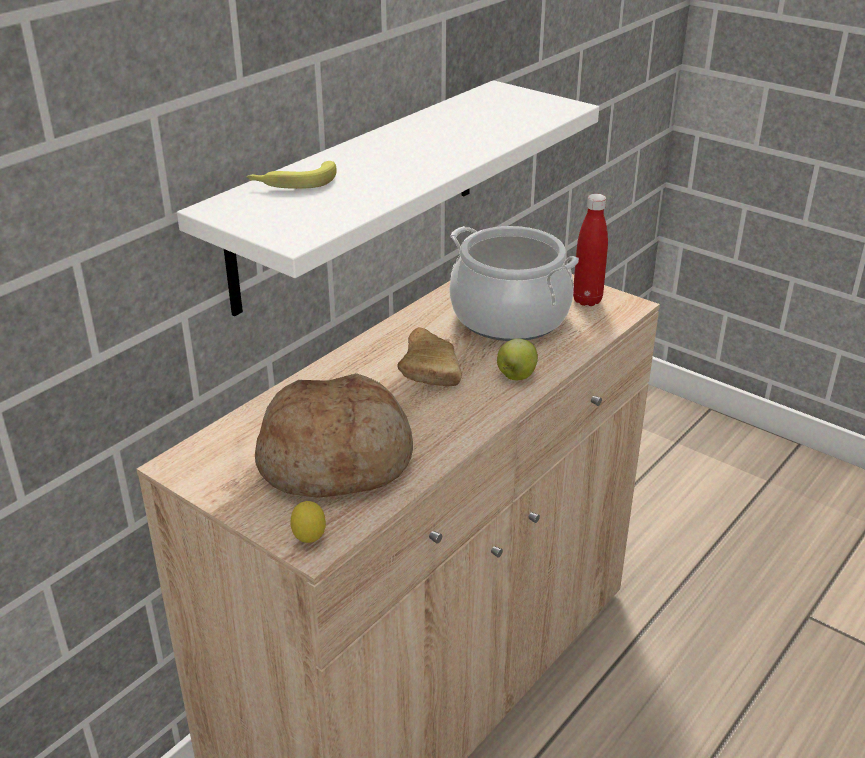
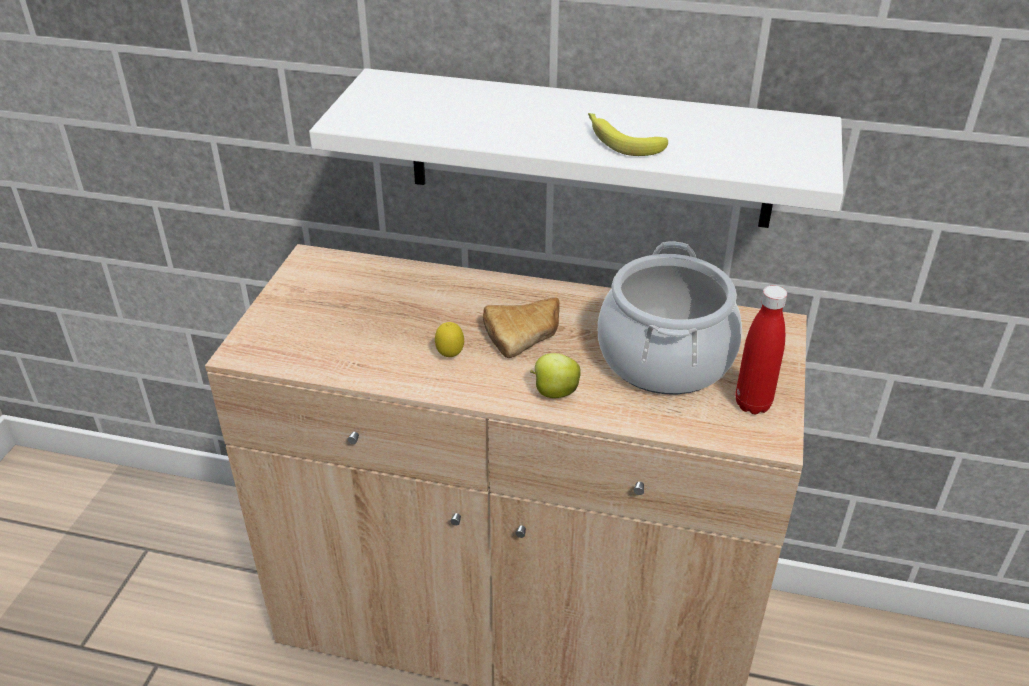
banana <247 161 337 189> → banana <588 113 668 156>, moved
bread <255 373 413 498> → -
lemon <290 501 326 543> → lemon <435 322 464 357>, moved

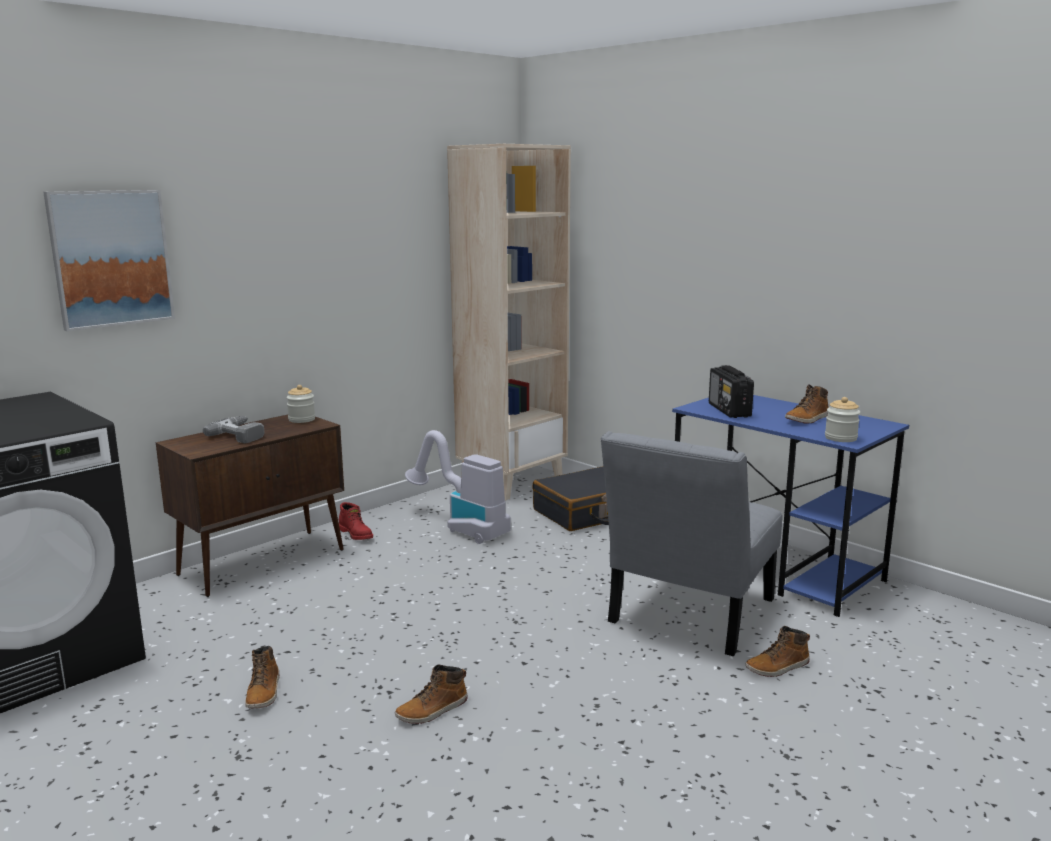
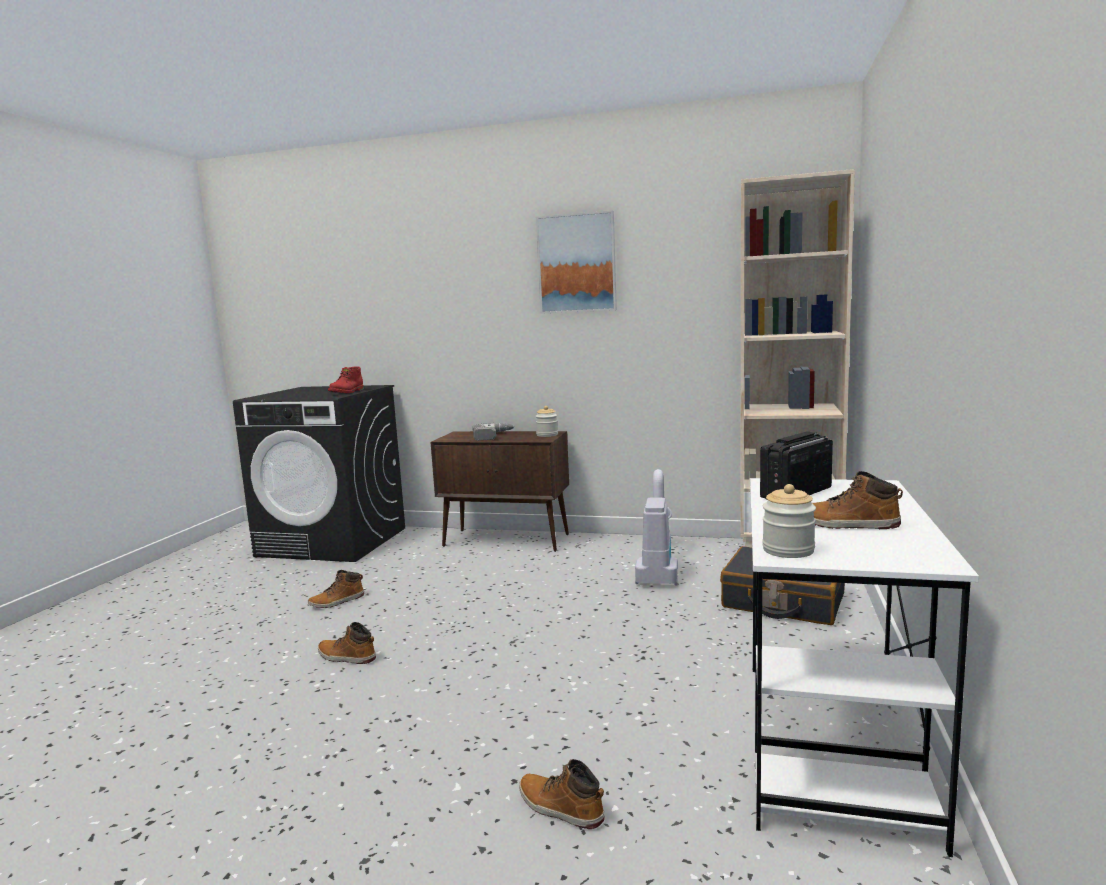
picture <43 190 175 331> → picture <536 211 617 314>, moved
blue desk <672 395 909 617> → white desk <750 478 979 857>
grey chair <601 431 783 656> → -
red boot <339 502 373 540> → red boot <328 366 364 393>, moved

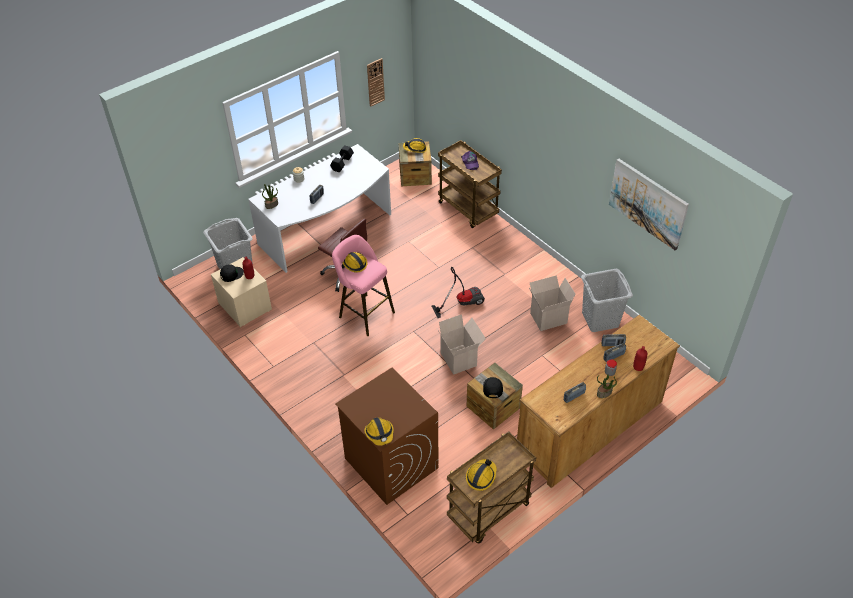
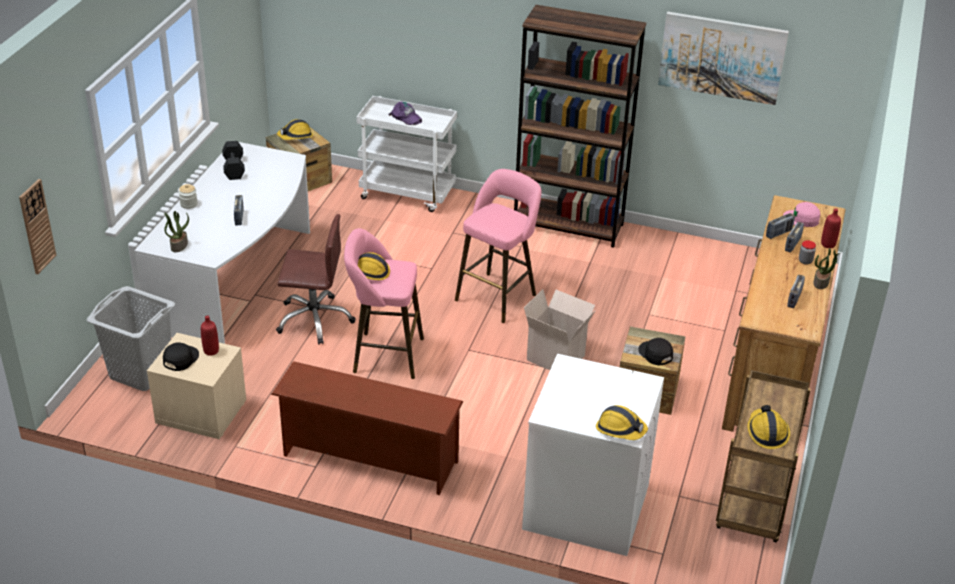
wall clock <367 58 385 107> → wall clock <19 179 57 274>, moved
brown cart <438 140 502 228> → white cart <356 96 457 212>
vacuum cleaner <432 267 485 318> → pink stool <455 169 541 323>
grey laundry basket <581 269 633 332> → -
cardboard box <529 275 575 331> → -
brown washing machine <335 368 439 505> → white washing machine <522 354 664 556>
- → brown bookcase <514 5 646 248>
- → pink cap <783 202 821 227>
- → brown shoe rack <271 361 463 495>

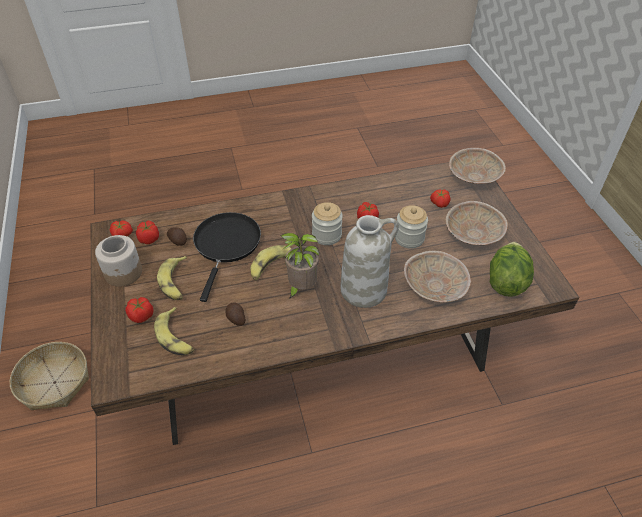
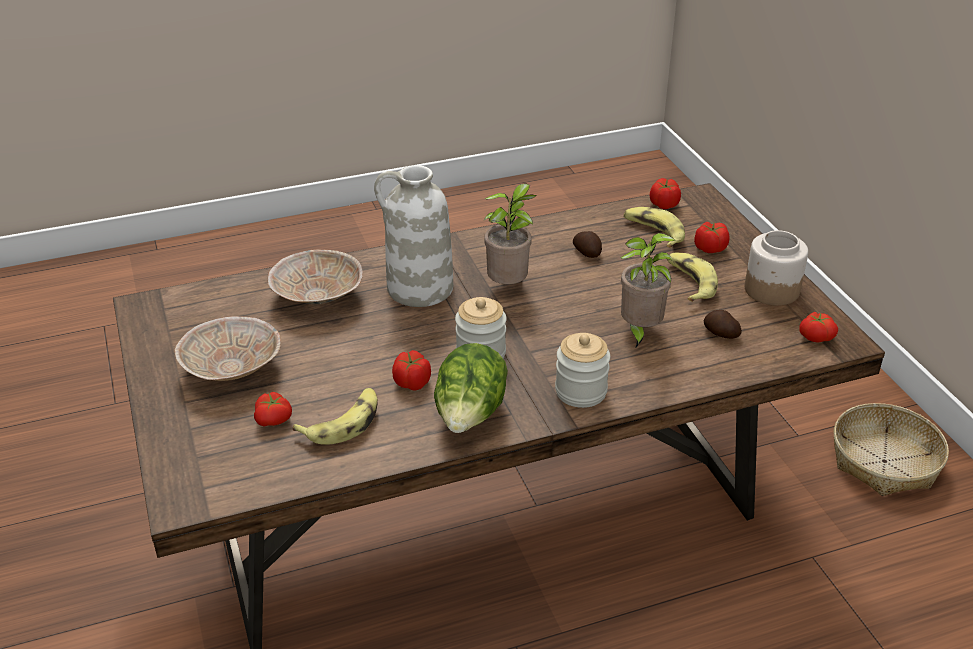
beige bowl <449 148 506 184> → -
jar <395 205 428 249> → jar <555 333 610 408>, moved
black frying pan <193 212 261 302> → potted plant <620 233 676 349>
tomato <136 221 159 244> → tomato <650 178 681 209>, moved
lettuce <490 242 534 297> → lettuce <434 343 508 433>, moved
banana <250 245 292 280> → banana <293 388 378 445>, moved

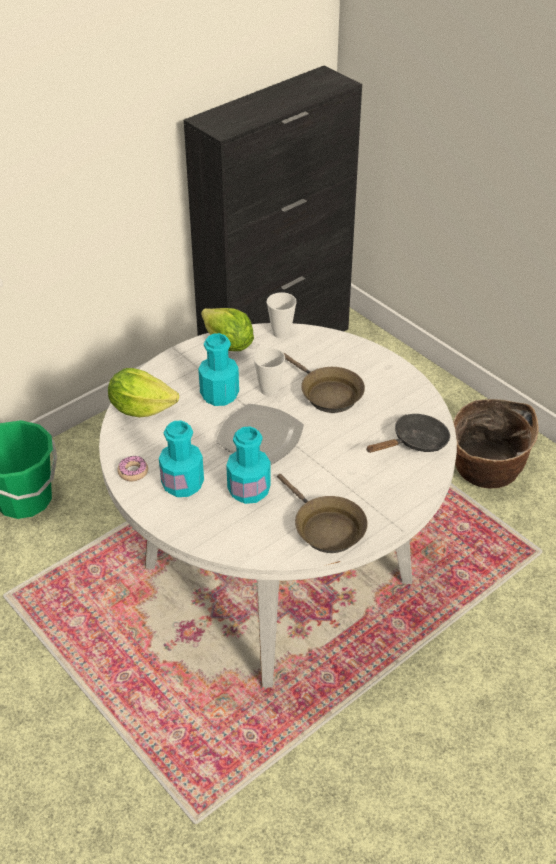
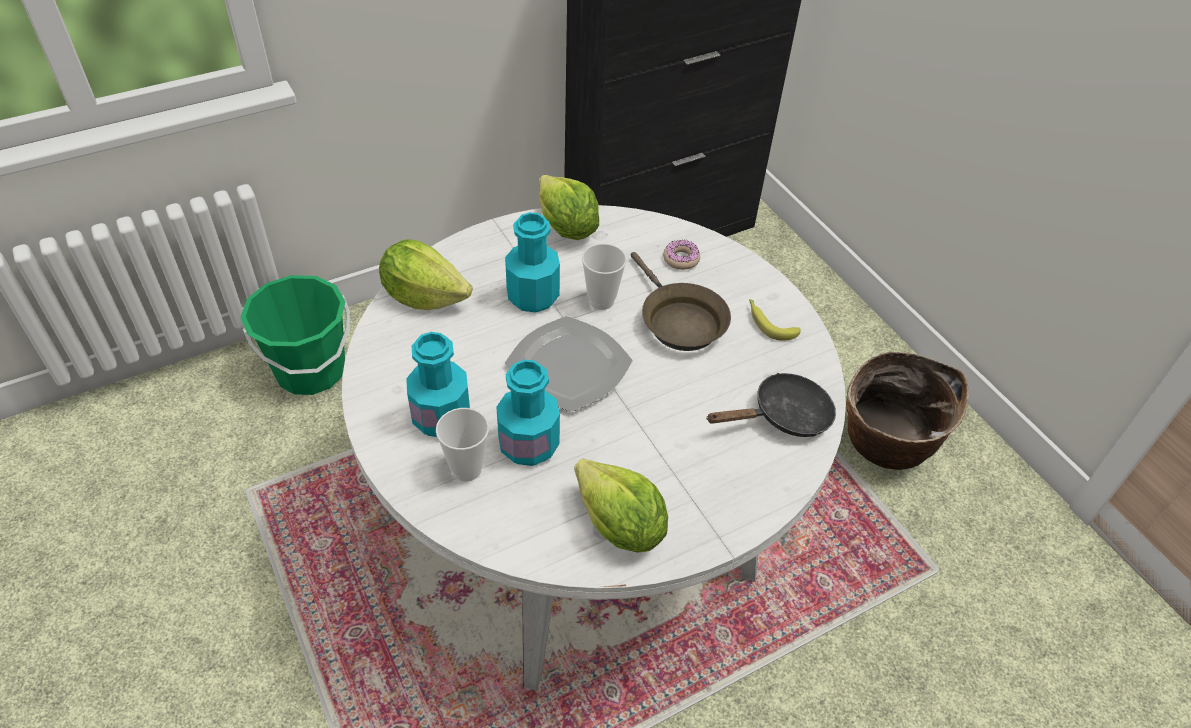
cup <267 292 297 338> → cup <436 408 489 482>, moved
donut <117 456 148 481> → donut <663 240 700 270>, moved
brown frying pan <277 474 368 553> → lettuce <574 459 668 553>
- → banana <749 299 801 341>

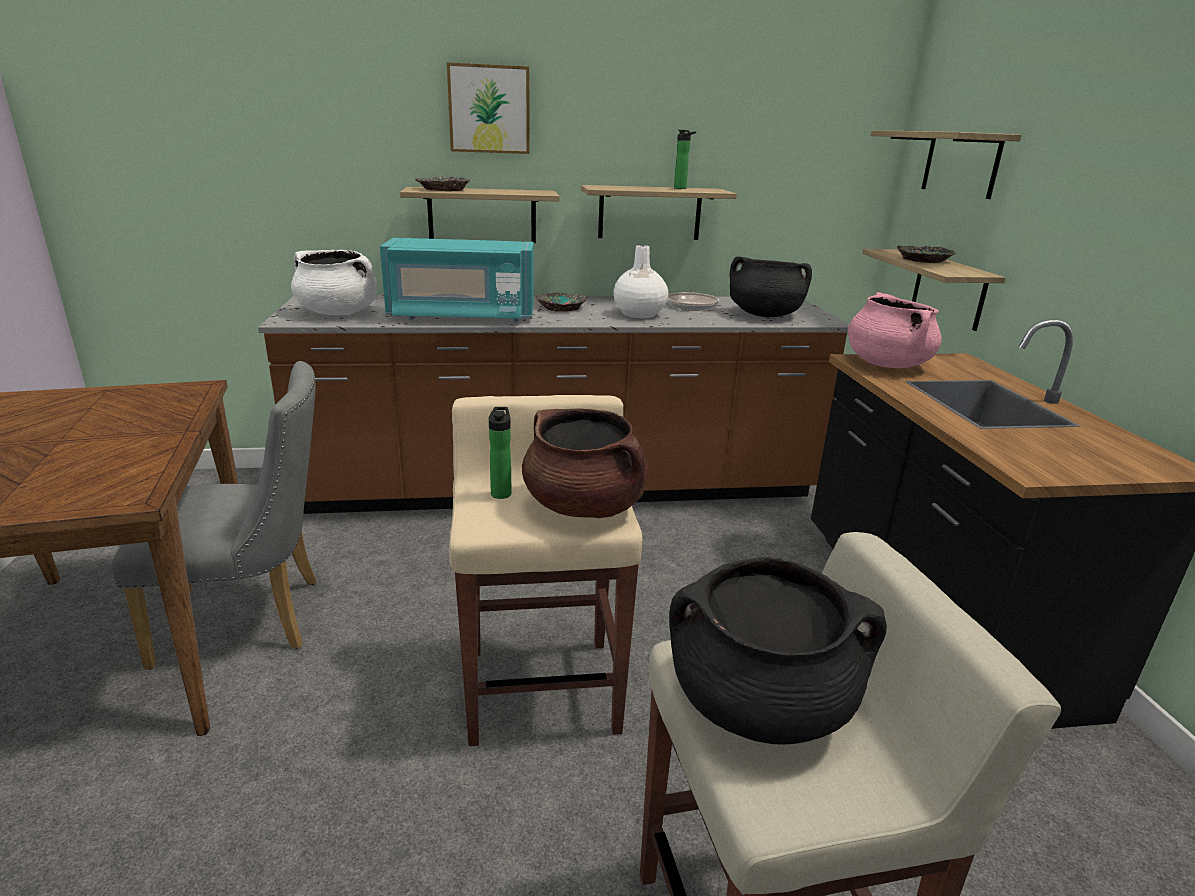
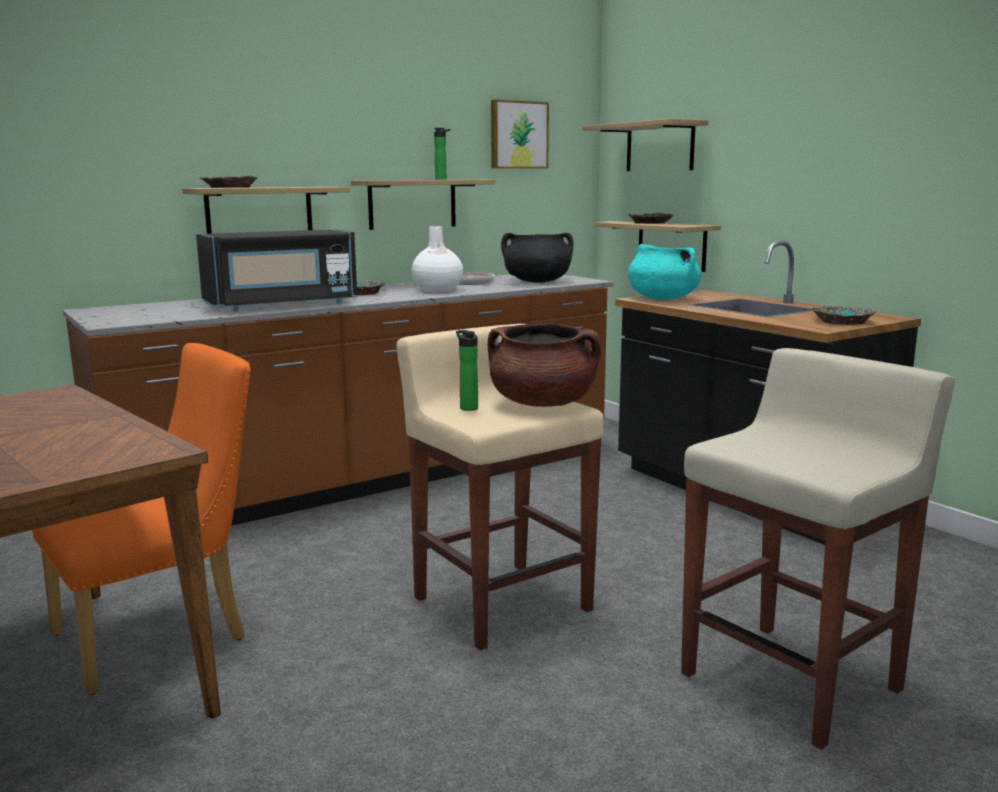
picture <447 62 530 154> → picture <491 99 549 169>, moved
turquoise microwave <380 238 534 322> → black microwave <196 229 357 311>
white cooking pot <291 250 377 315> → -
pink cooking pot <848 292 942 368> → turquoise cooking pot <628 244 701 300>
grey chair <111 361 316 670> → orange chair <32 343 251 695>
black cooking pot <669 557 887 745> → -
- → bowl <811 306 876 325>

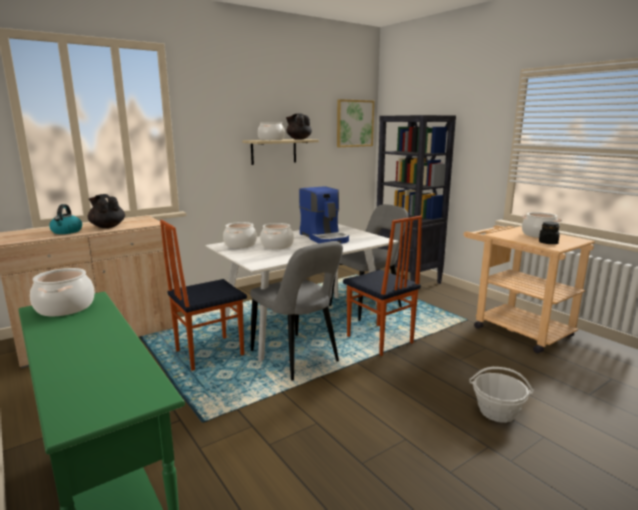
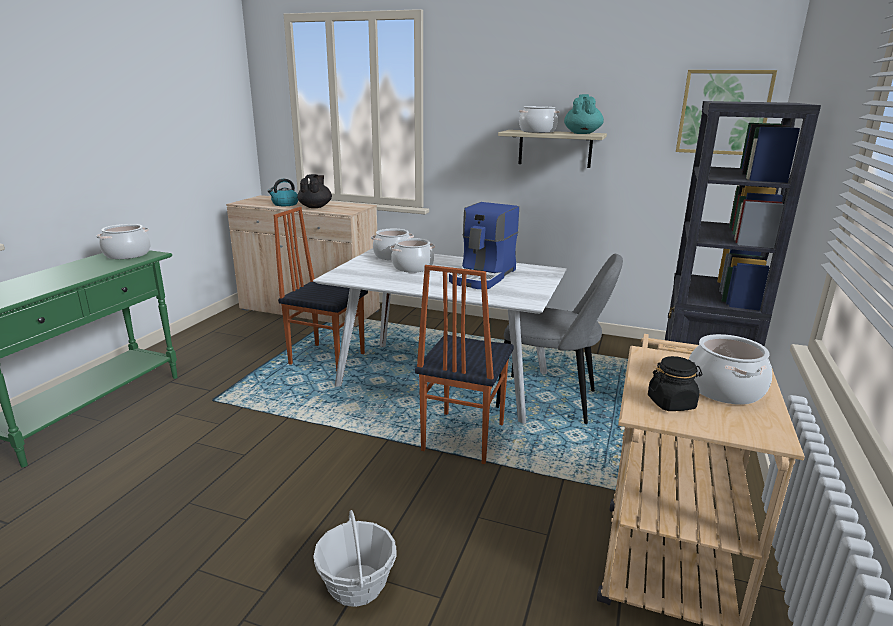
black teapot <286 114 312 140> → turquoise teapot <564 94 604 134>
grey chair <250 241 343 381> → -

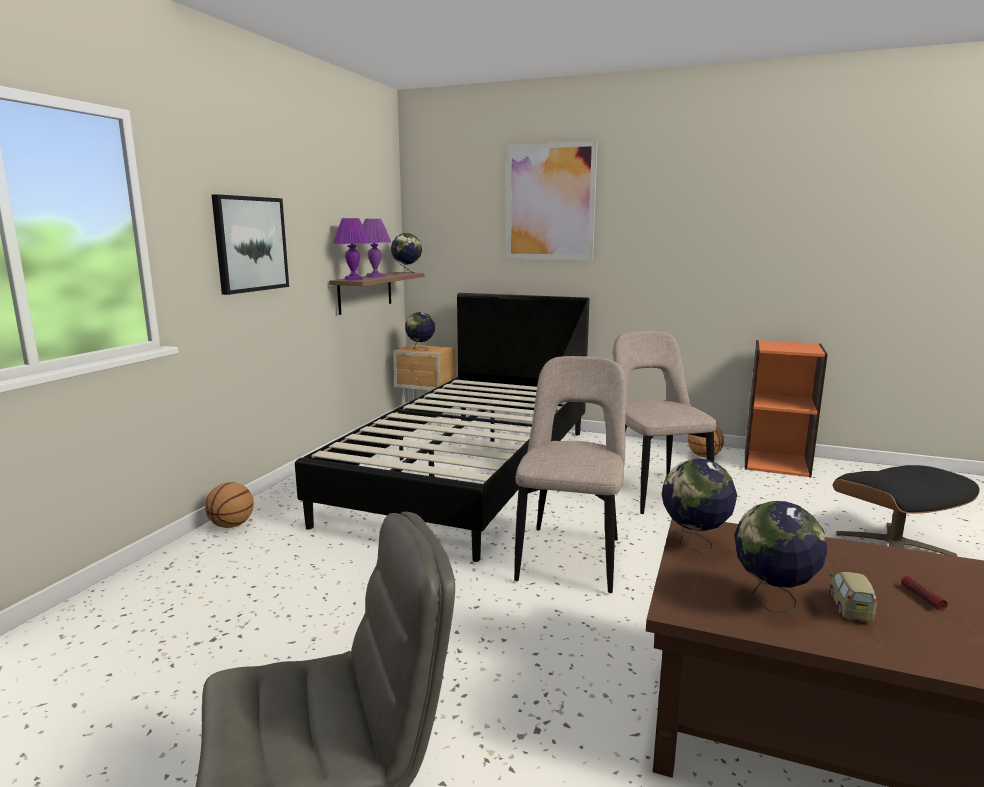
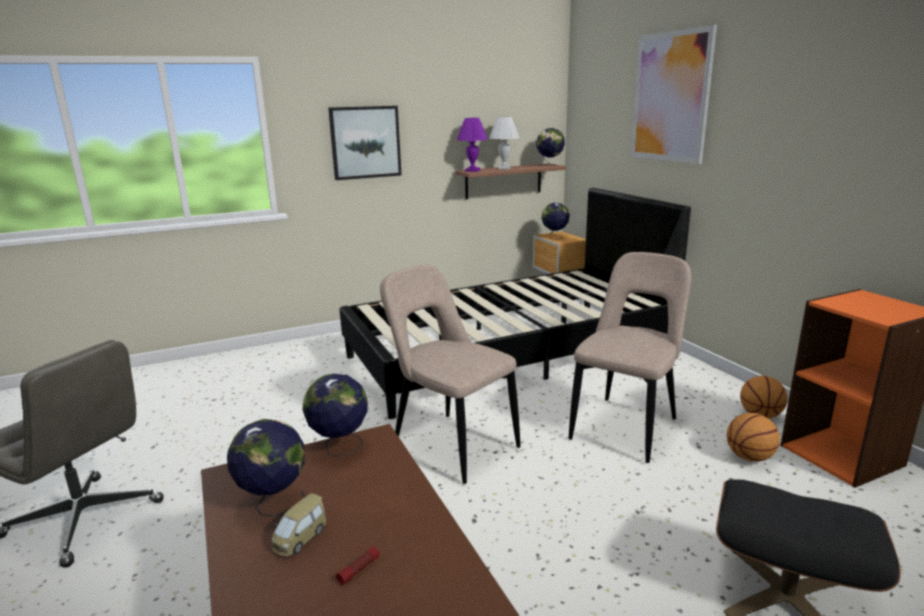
purple table lamp <363 219 391 277> → white table lamp <489 117 519 169>
beige chair <514 356 626 593> → beige chair <380 264 520 484>, 105 degrees counterclockwise
basketball <205 482 254 528> → basketball <727 413 780 462>, moved
toy car <830 572 877 621> → toy car <272 493 326 556>, 150 degrees clockwise

